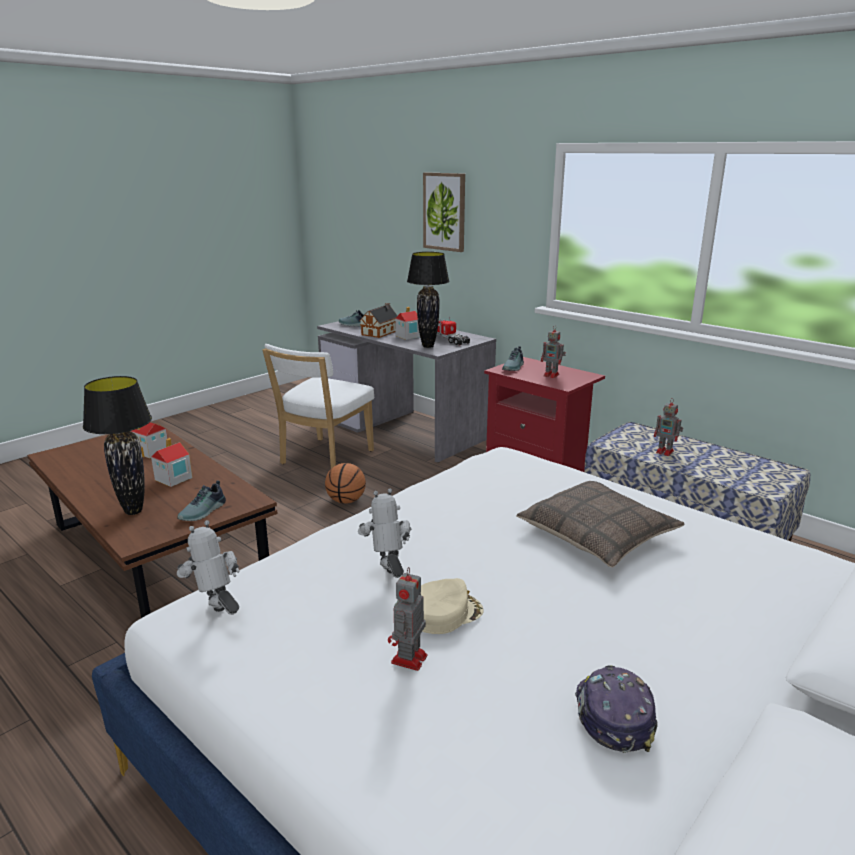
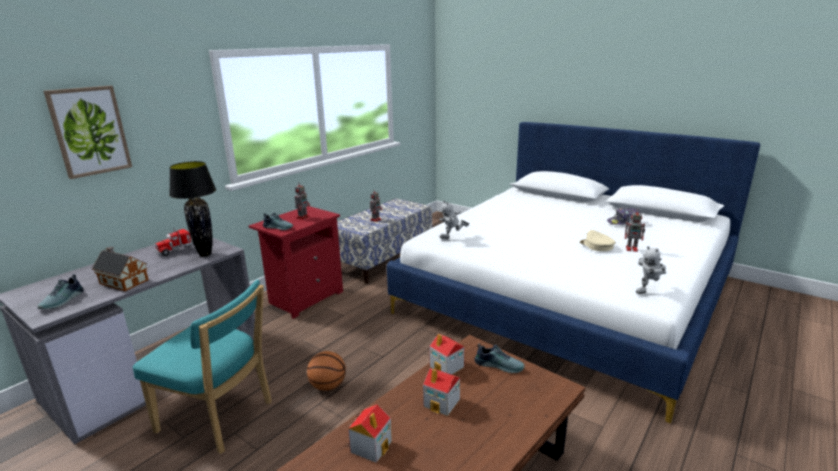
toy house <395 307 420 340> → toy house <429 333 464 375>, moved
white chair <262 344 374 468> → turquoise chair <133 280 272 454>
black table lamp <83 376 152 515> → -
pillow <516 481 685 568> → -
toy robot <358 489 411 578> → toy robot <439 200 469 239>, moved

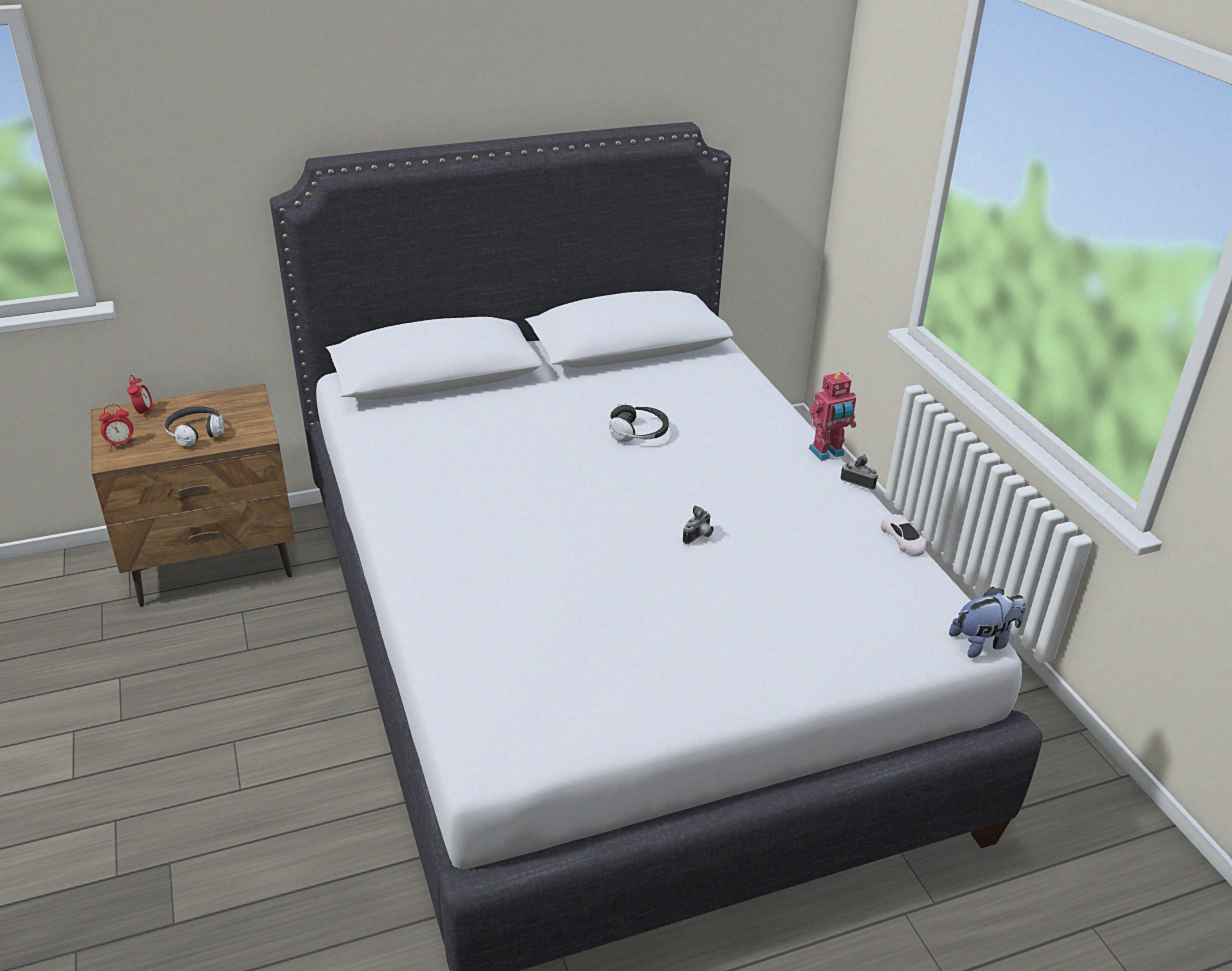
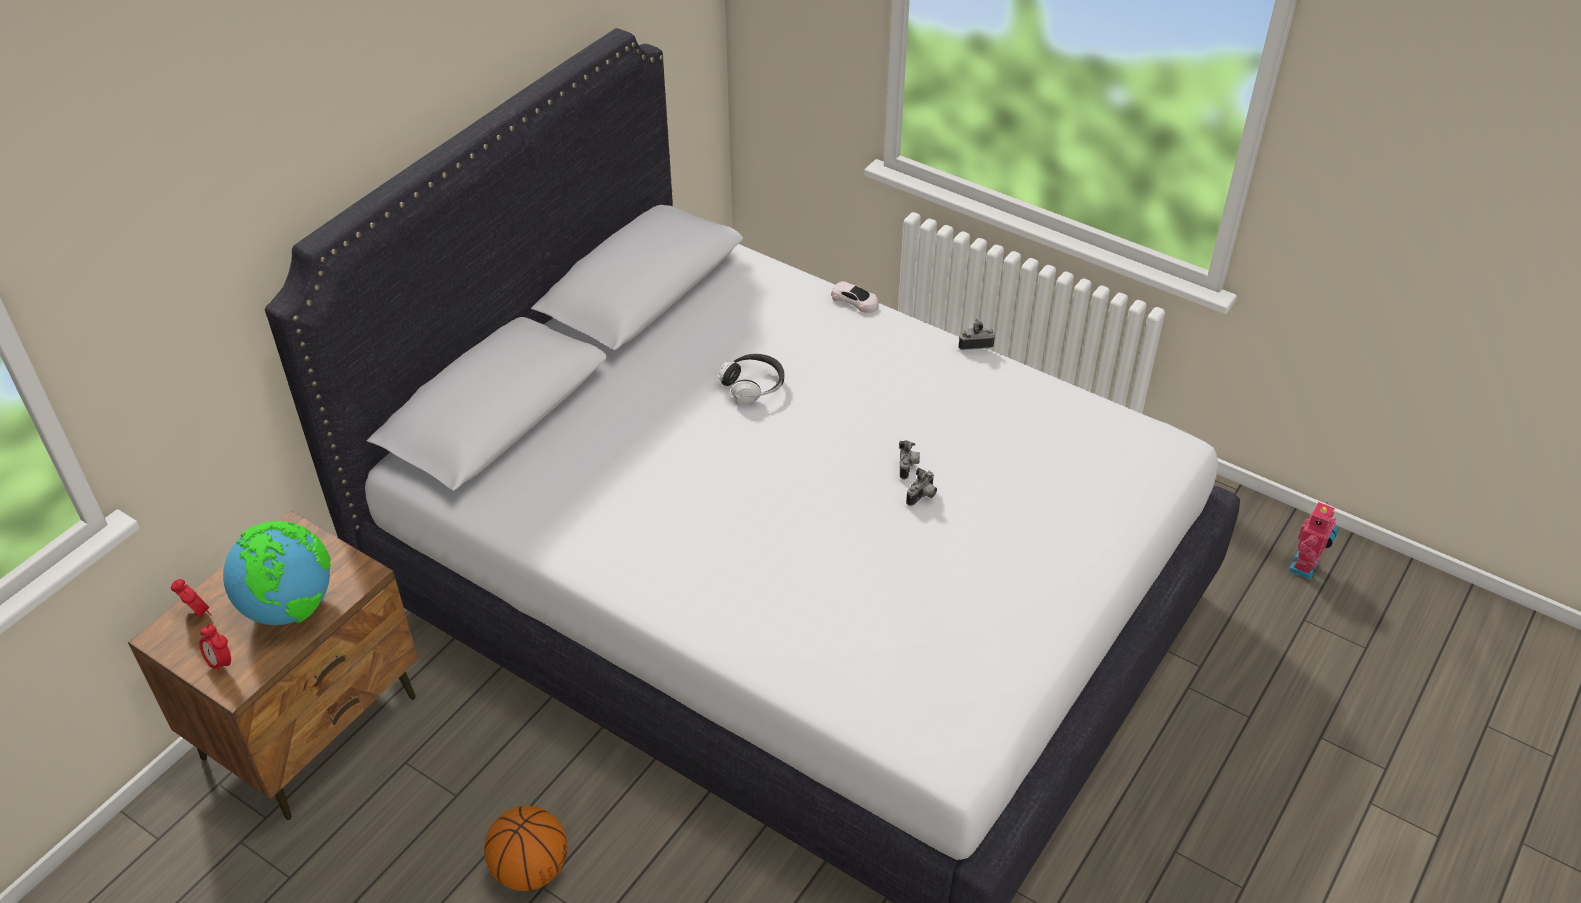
toy robot <809 372 856 461> → toy robot <1288 502 1339 580>, moved
alarm clock <99 404 133 450> → alarm clock <199 624 231 675>, 105 degrees clockwise
headphones <165 406 224 447> → globe <223 521 331 625>
white toy car <881 514 927 556> → white toy car <831 281 879 313>, moved
plush toy <949 587 1026 658> → -
- → photo camera <906 467 937 506>
- → basketball <484 806 568 891>

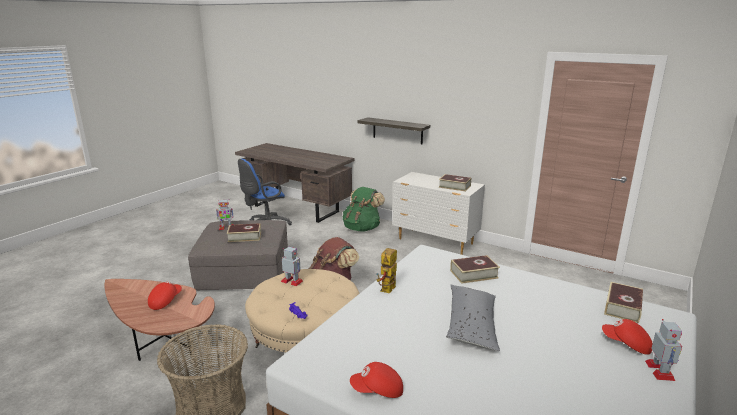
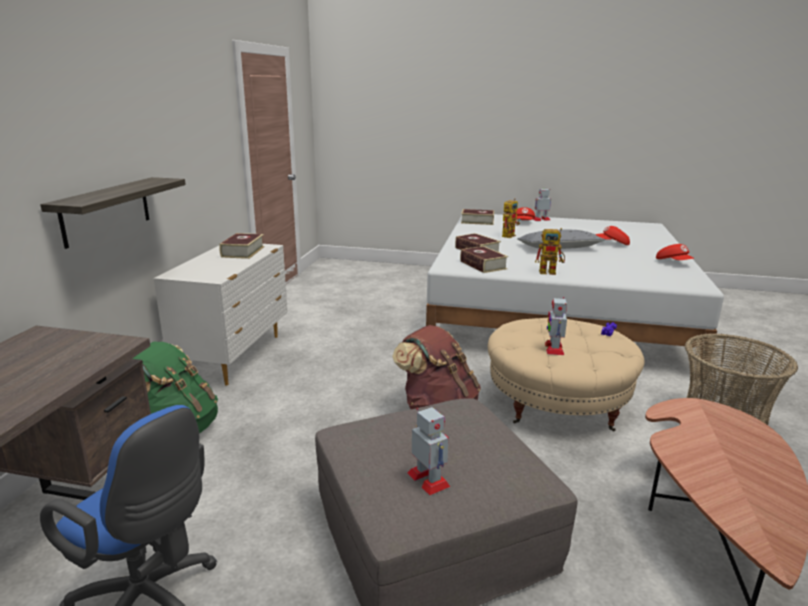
book <227 223 261 242> → book <460 246 508 273>, moved
red cap <148 282 182 310> → red cap <595 226 630 245>, moved
- → toy robot <502 198 520 238>

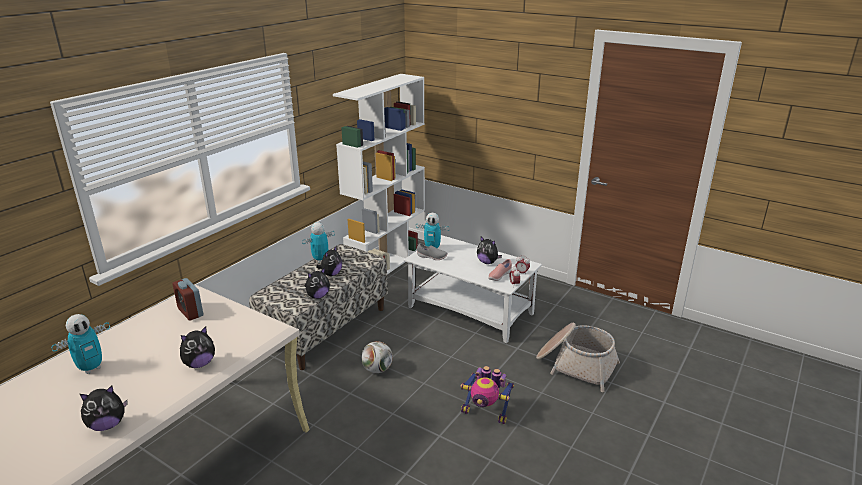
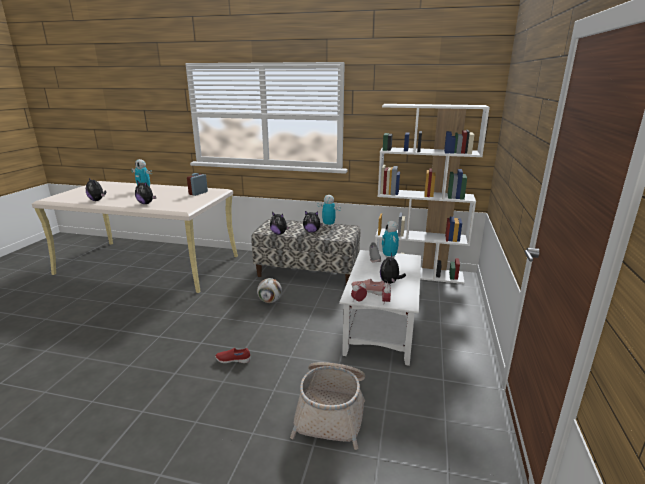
toy robot <460 366 514 424> → red shoe <215 348 251 363>

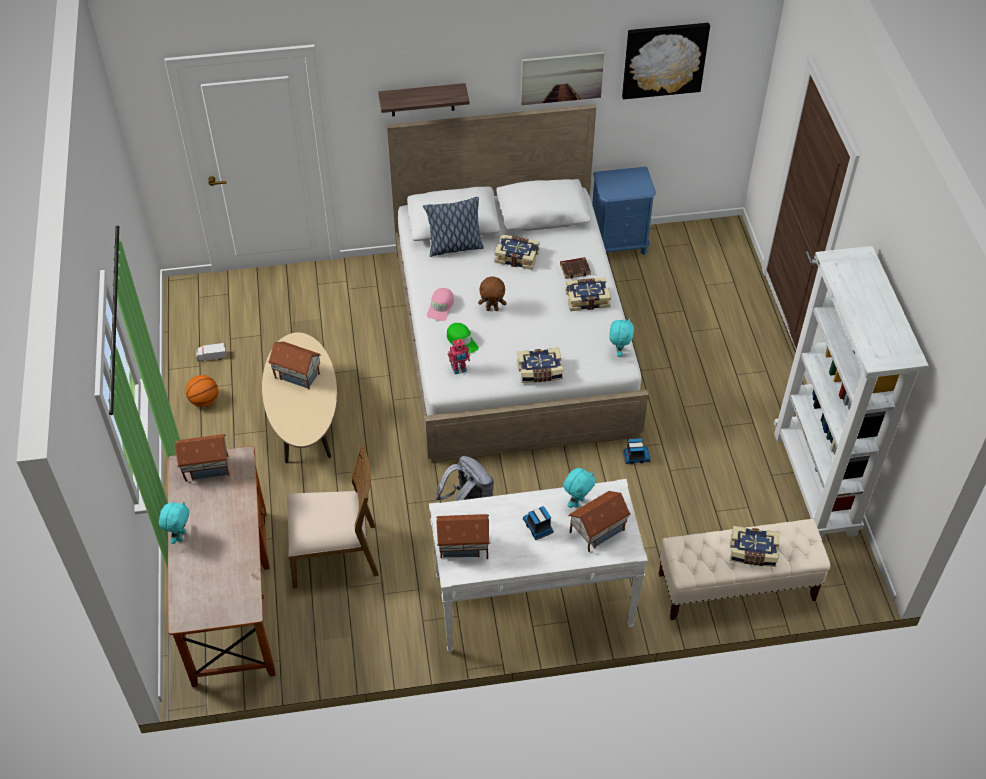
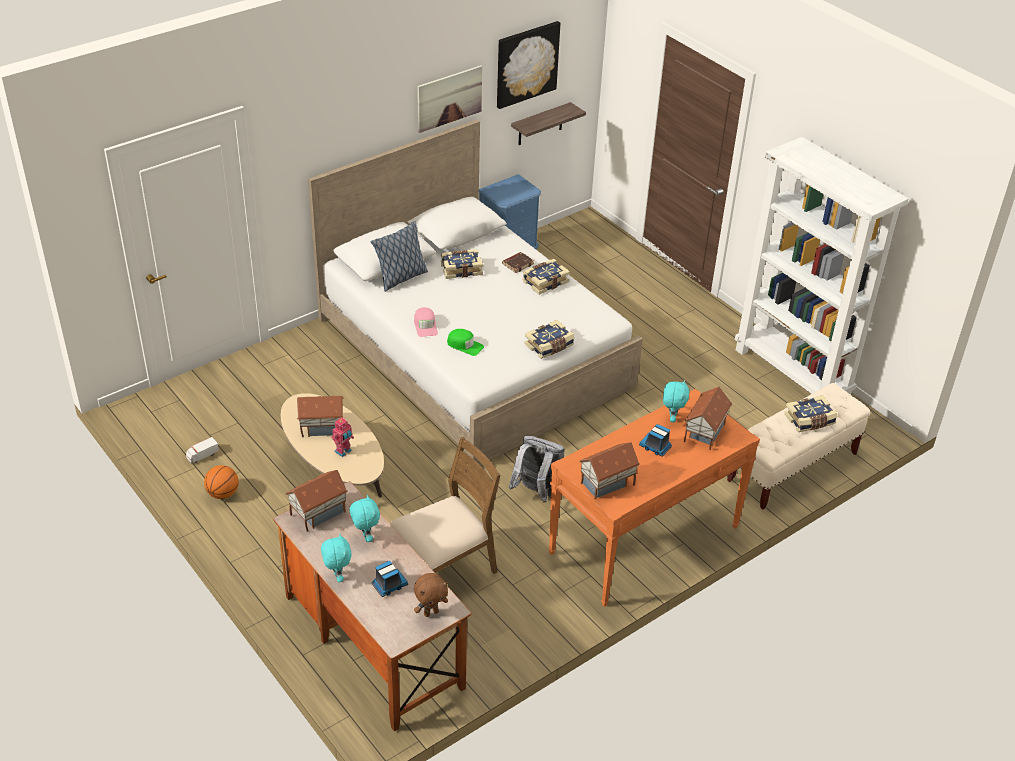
shelf <378 83 470 116> → shelf <511 102 586 145>, moved
brown plush toy <478 276 507 311> → brown plush toy <414 573 448 617>, moved
turquoise plush toy <609 318 634 357> → turquoise plush toy <350 495 380 542>, moved
toy robot <448 339 470 374> → toy robot <332 418 354 457>, moved
toy truck <623 438 651 464> → toy truck <372 561 408 597>, moved
white console table <429 479 648 653> → orange console table <548 389 760 607>

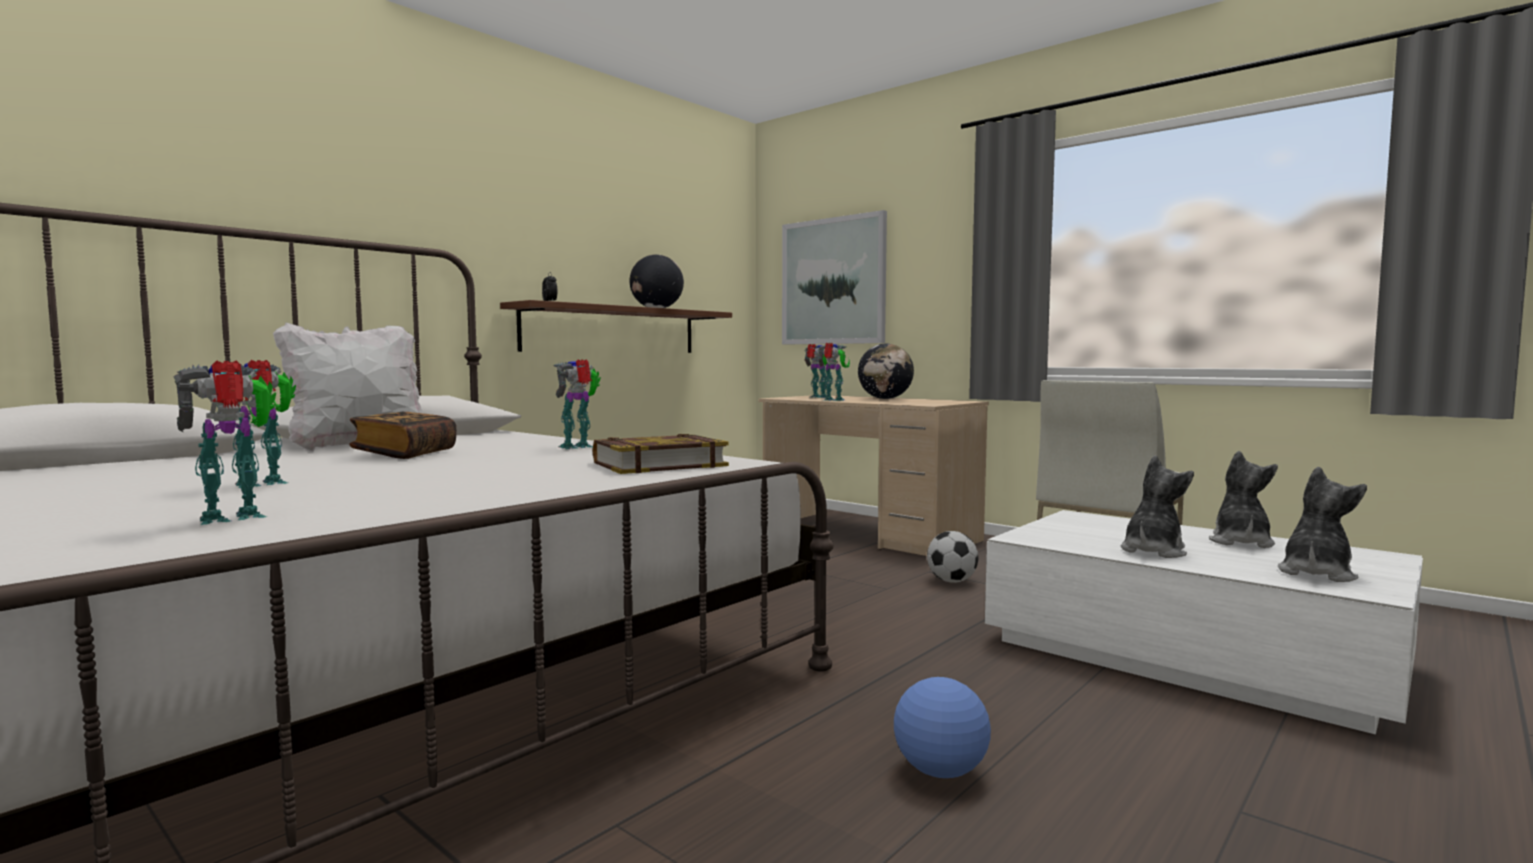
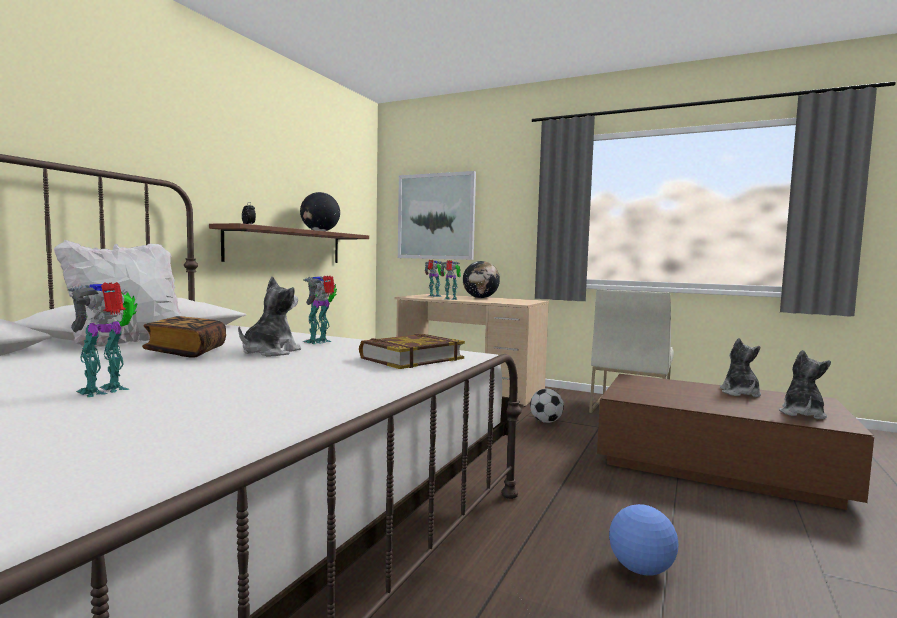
toy robot <173 361 276 525> → -
plush toy <1121 455 1194 558> → plush toy <238 277 301 357>, moved
white coffee table <985 510 1423 734> → brown coffee table <597 374 874 510>

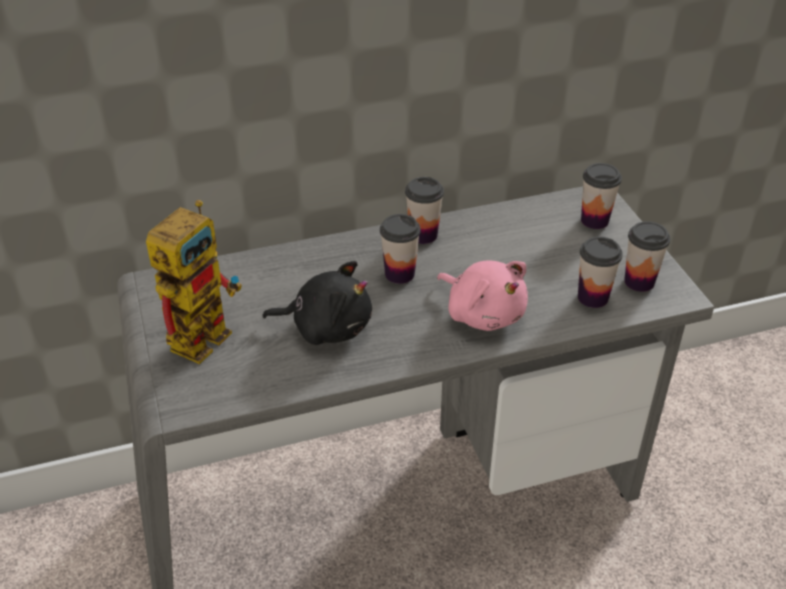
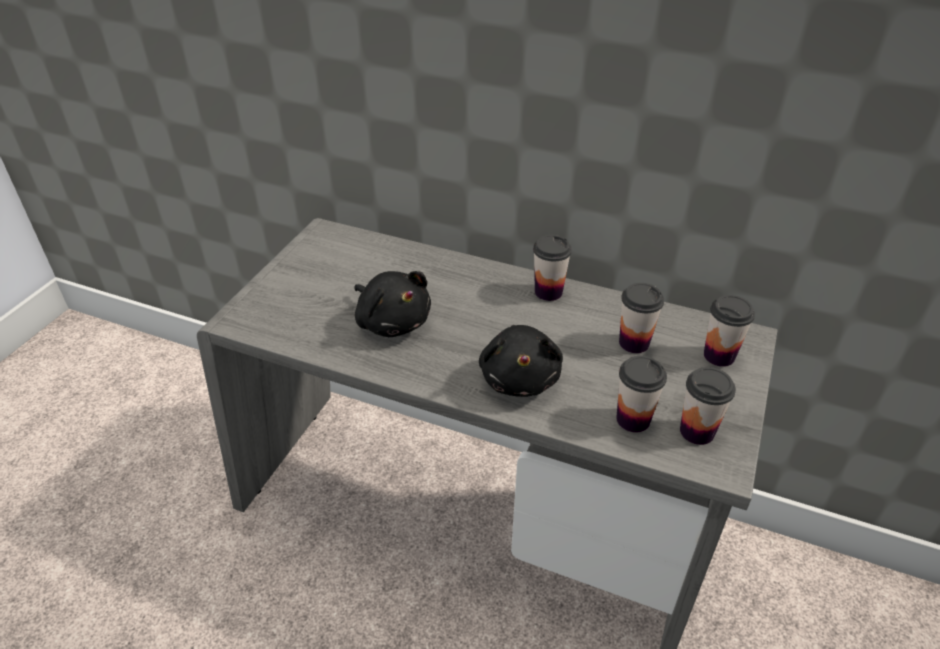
toy robot <146 200 242 364> → -
cup <380 214 421 284> → cup <619 283 664 353>, moved
pink plush toy <437 260 528 331> → black plush toy <479 325 563 397>

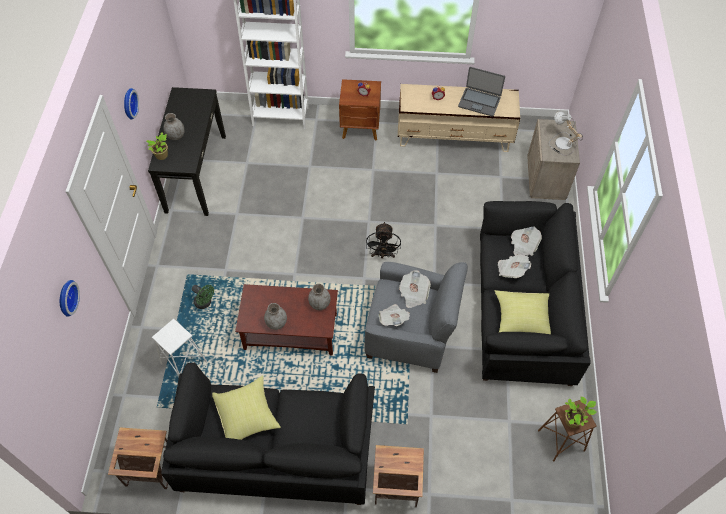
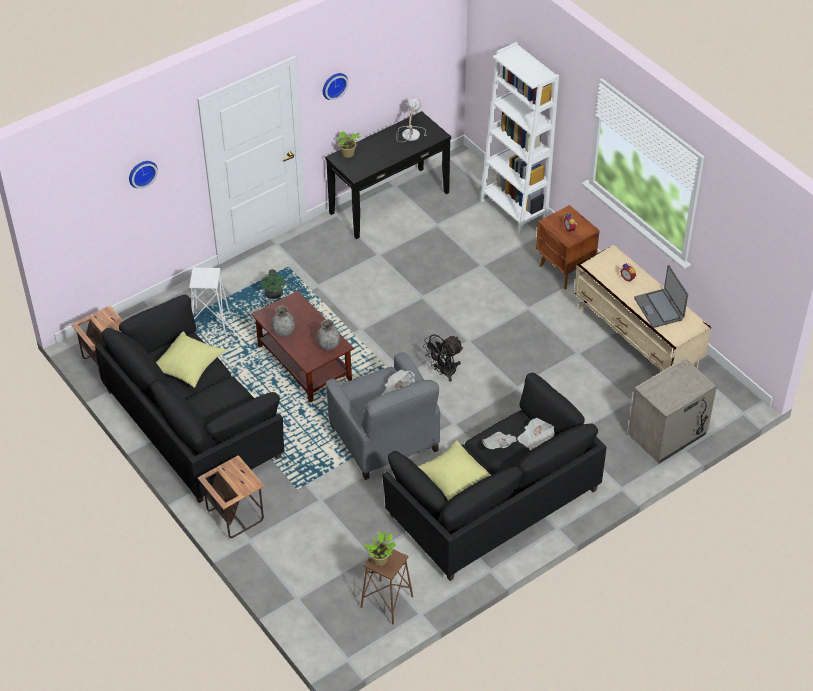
table lamp <549 111 583 156> → table lamp <396 98 427 142>, moved
grey vase <164 113 184 140> → -
newspaper <379 304 410 326> → -

